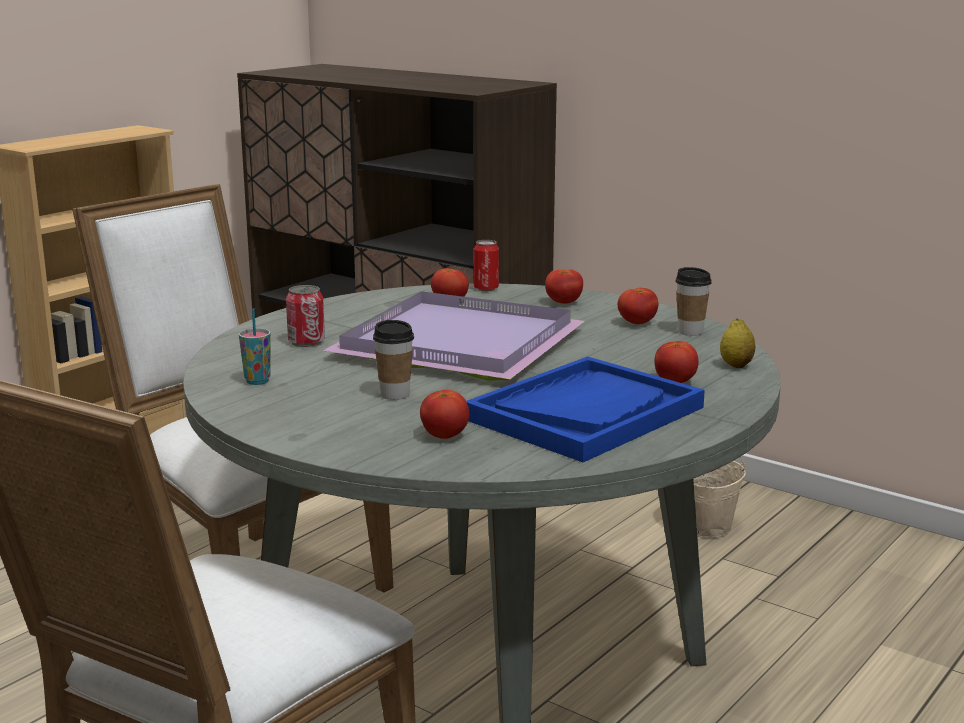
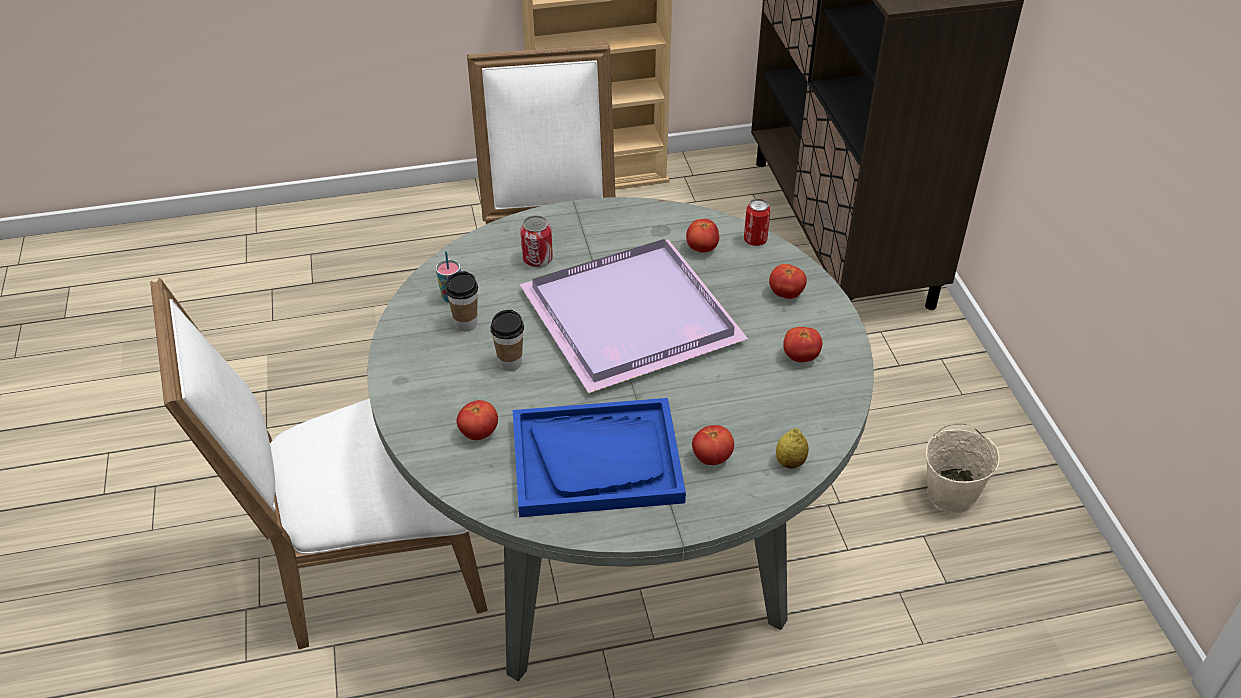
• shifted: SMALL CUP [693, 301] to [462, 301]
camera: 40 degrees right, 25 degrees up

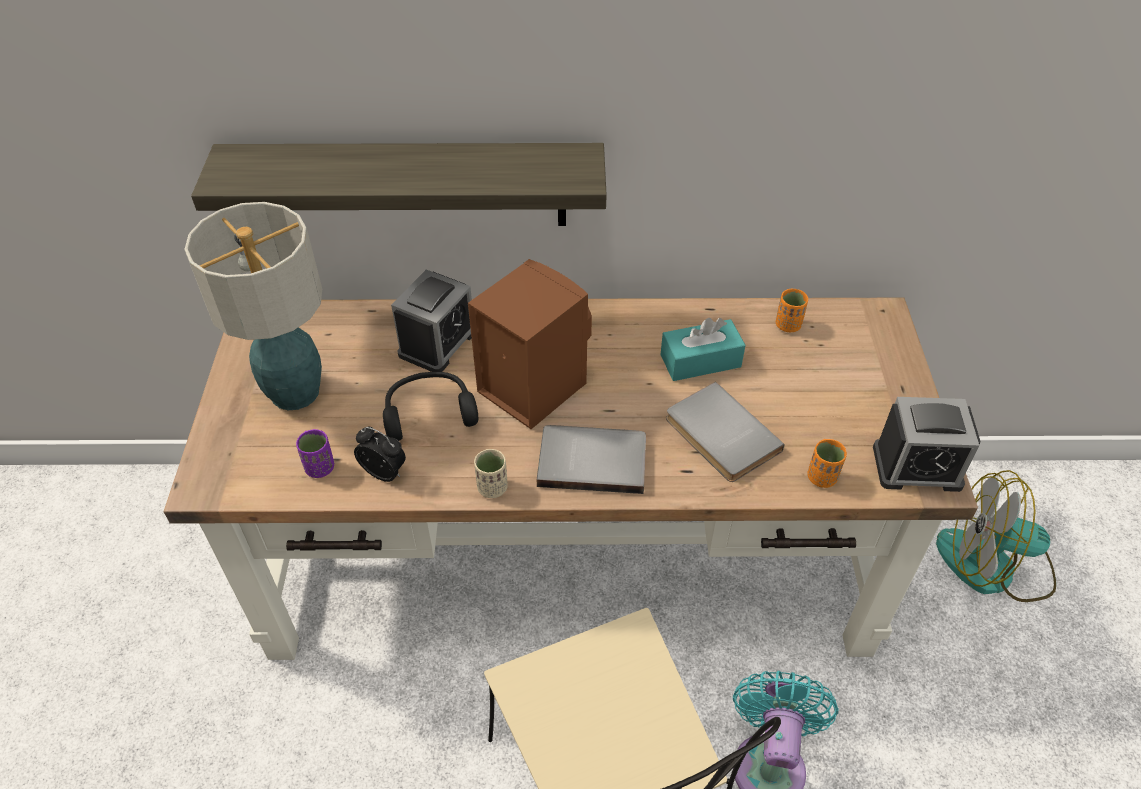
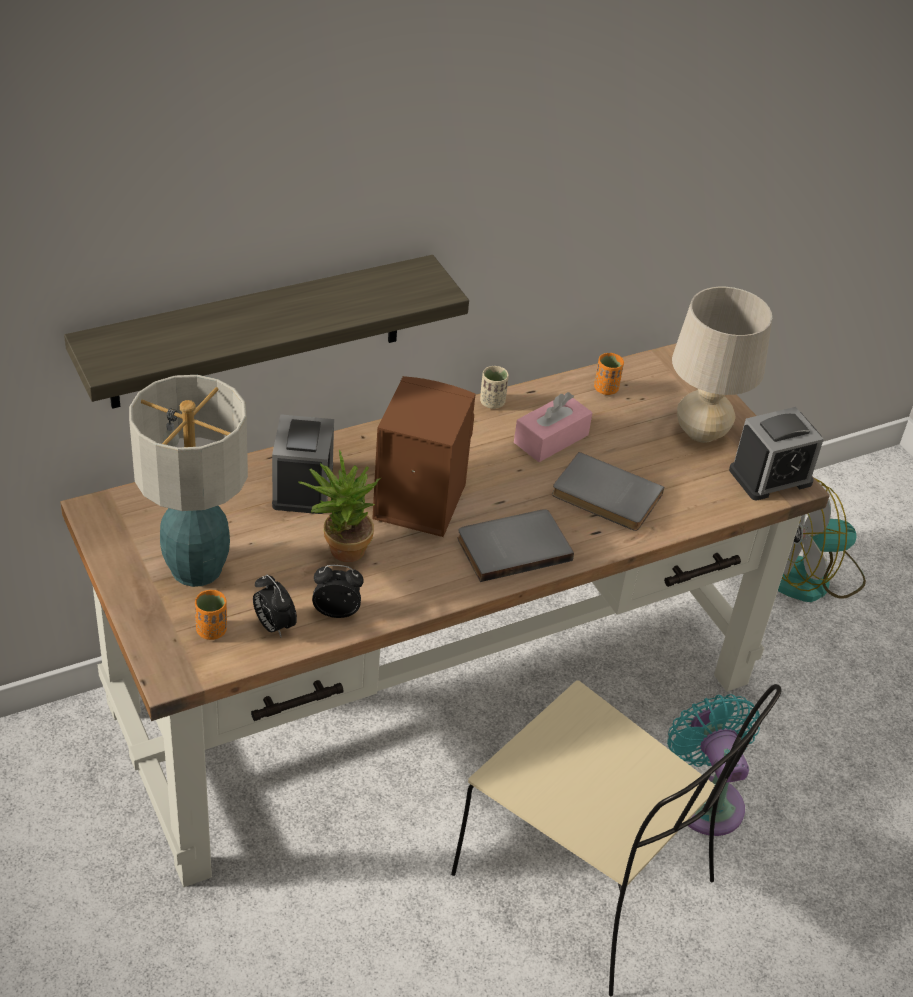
• swapped: PURPLE SMALL CUP [315, 453] to ALARM CLOCK [275, 606]
• swapped: BLACK-COLOURED HEADPHONES [430, 406] to POTTED PLANT [339, 506]
• shifted: SAND-COLOURED SMALL CUP [491, 473] to [494, 387]
• repainted: BLUE-GREEN TISSUE BOX [703, 349] to PINK-COLOURED TISSUE BOX [553, 427]
• shifted: ORANGEY SMALL CUP [827, 463] to [211, 615]
• new: SAND-COLOURED TABLETOP LAMP [722, 365]
camera: 30 degrees left, 5 degrees down

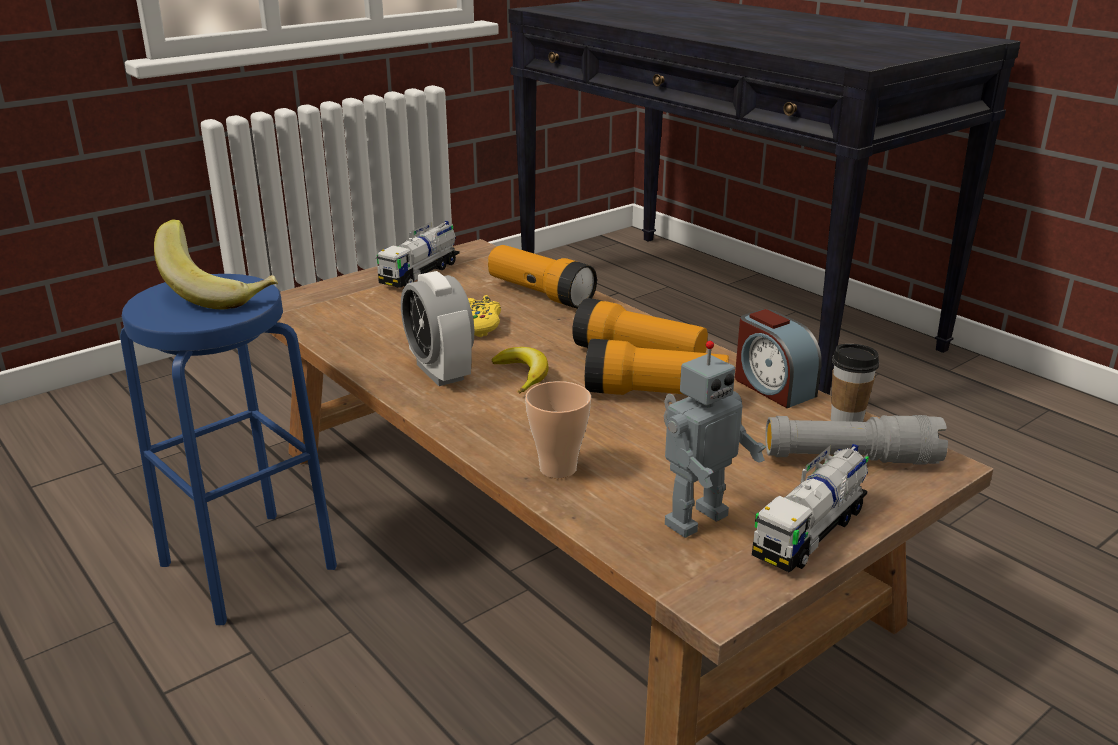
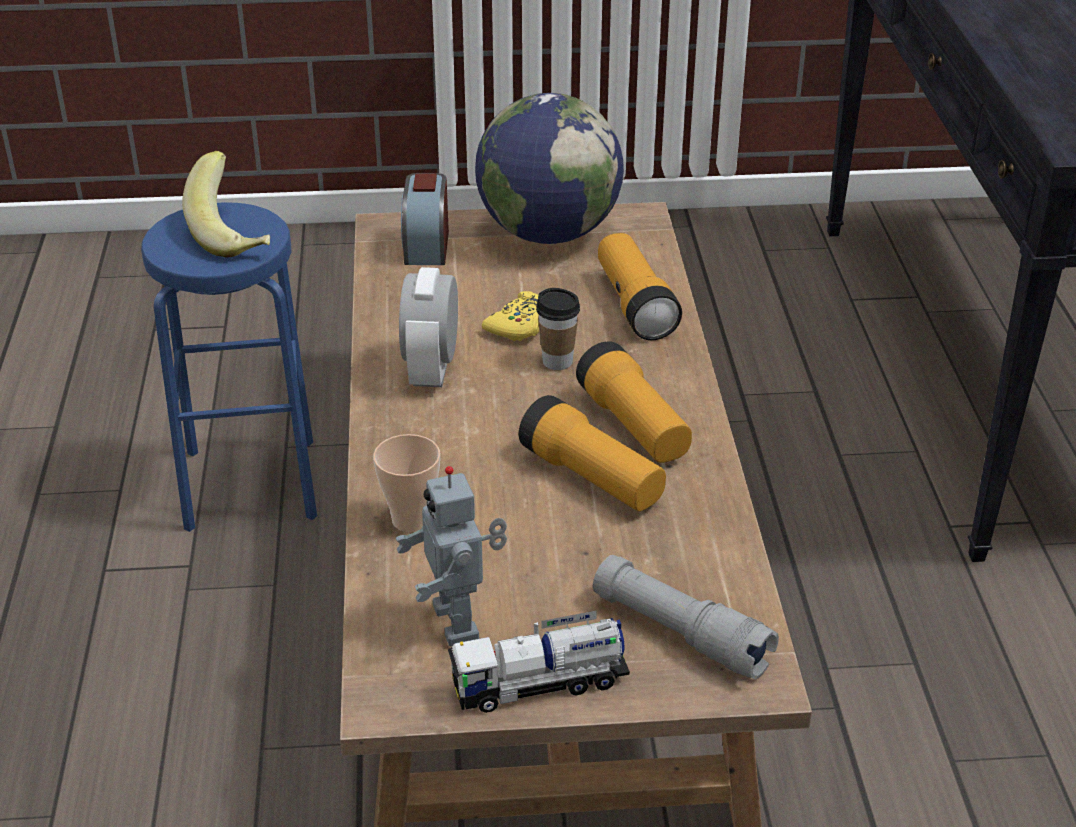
• swapped: TOY TRUCK [417, 254] to GLOBE [549, 168]
• gone: BANANA [520, 370]
• rotated: ROBOT FIGURE [715, 439] = [451, 556] 75 degrees clockwise
• shifted: ALARM CLOCK [778, 358] to [425, 219]
• shifted: SMALL CUP [855, 383] to [558, 329]
camera: 35 degrees right, 10 degrees up

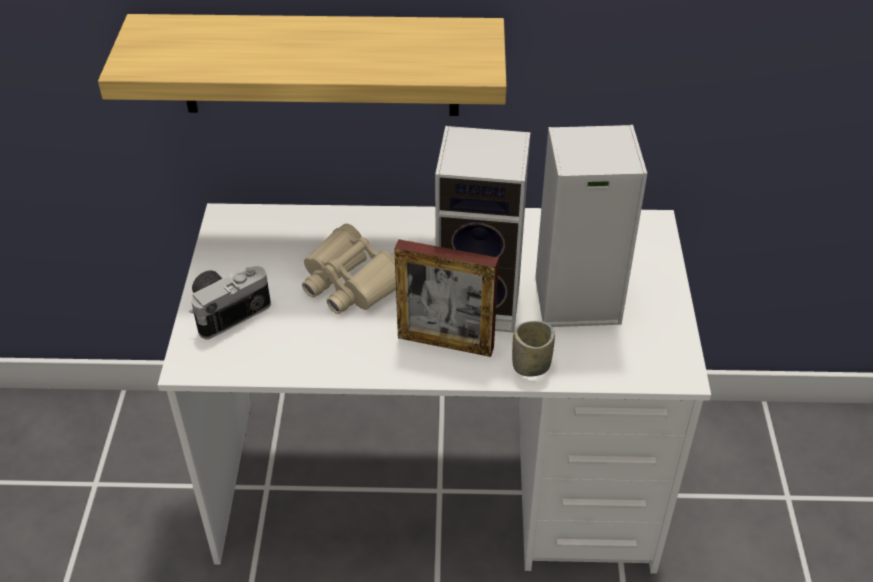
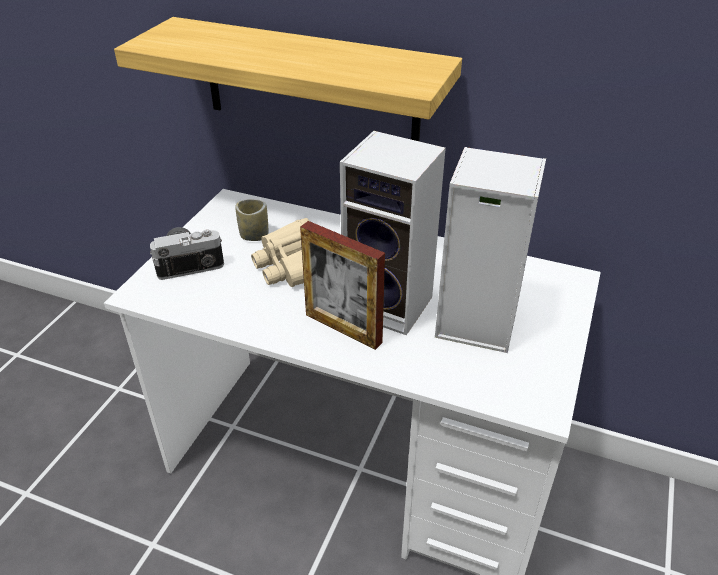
• shifted: SMALL CUP [533, 348] to [251, 220]
camera: 20 degrees right, 5 degrees down

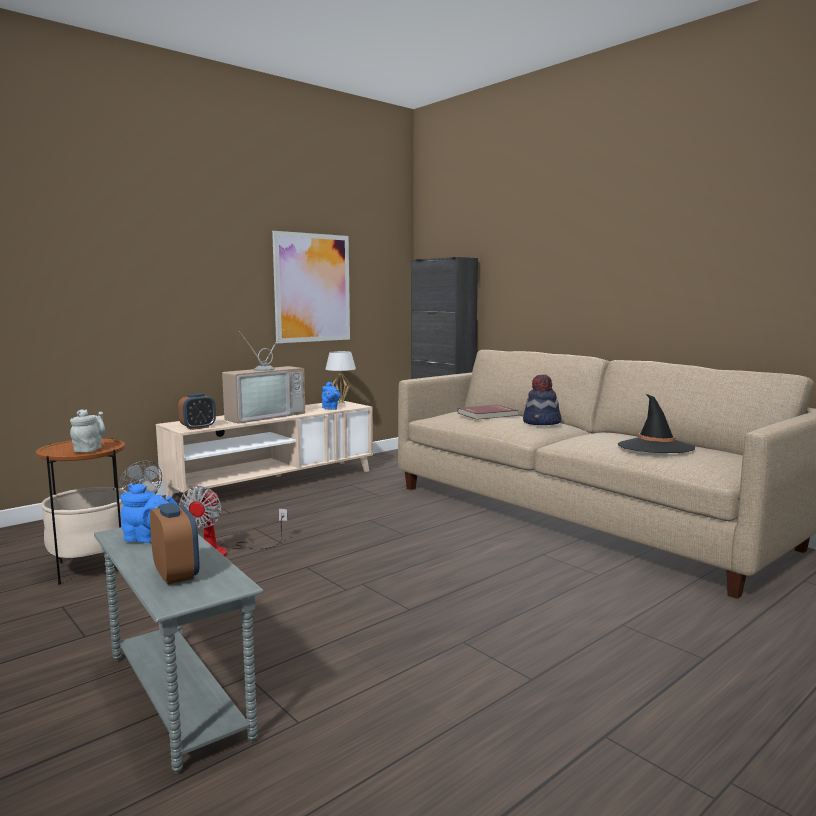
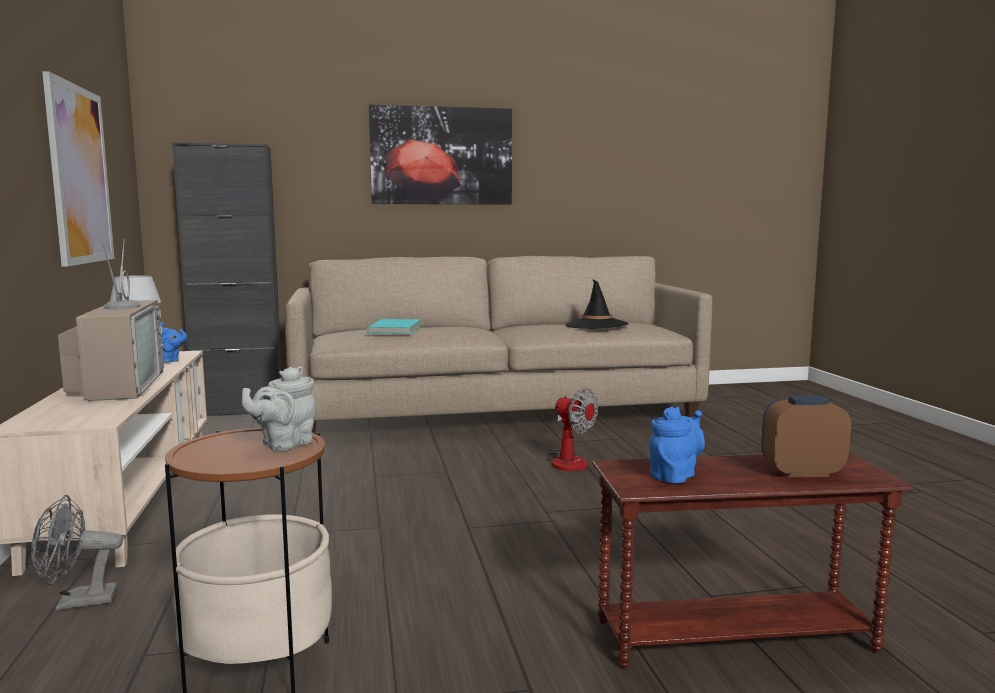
• rotated: GRAY TEA POT [87, 431] = [279, 408] 90 degrees counterclockwise
• repainted: GRAY SIDE TABLE [179, 650] to BROWNISH SIDE TABLE [753, 560]
• gone: ALARM CLOCK [197, 411]
• shifted: FAN [233, 521] to [572, 429]
• repainted: RED-COLOURED BOOK [487, 412] to BLUE-GREEN BOOK [394, 326]
• gone: CLOTHING HAT [542, 399]
• new: WALL PICTURE [440, 154]
camera: 60 degrees left, 0 degrees up

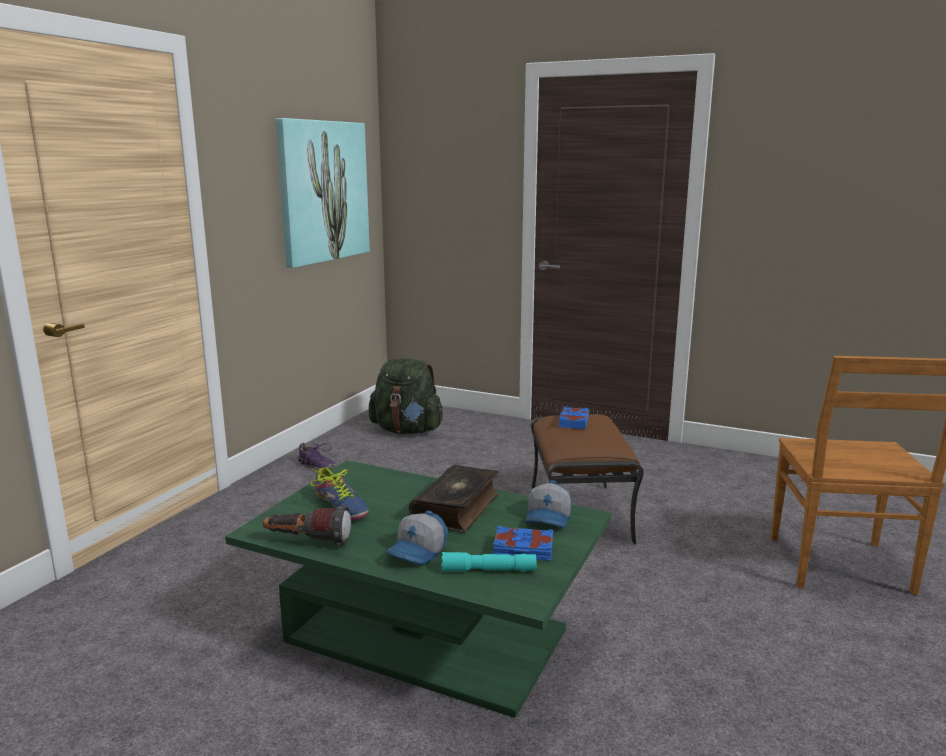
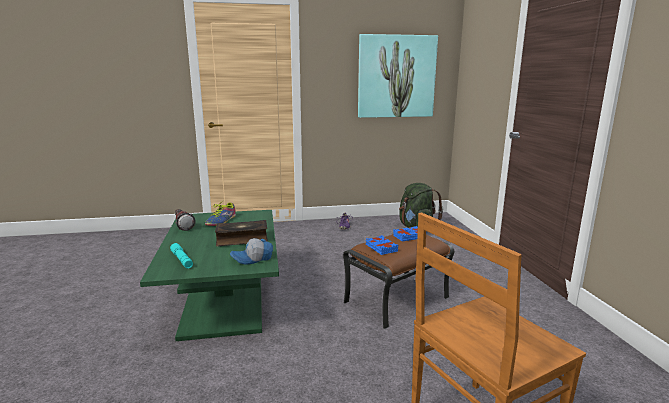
• gone: PEAKED CAP [417, 538]
• shifted: BLUISH BOOK [523, 543] to [382, 245]
camera: 55 degrees right, 0 degrees up

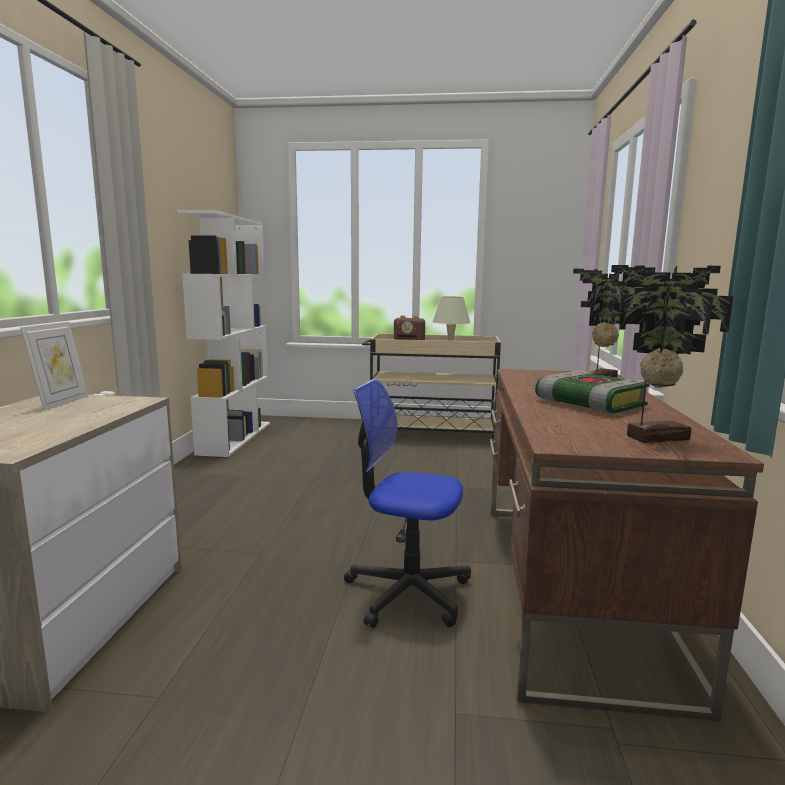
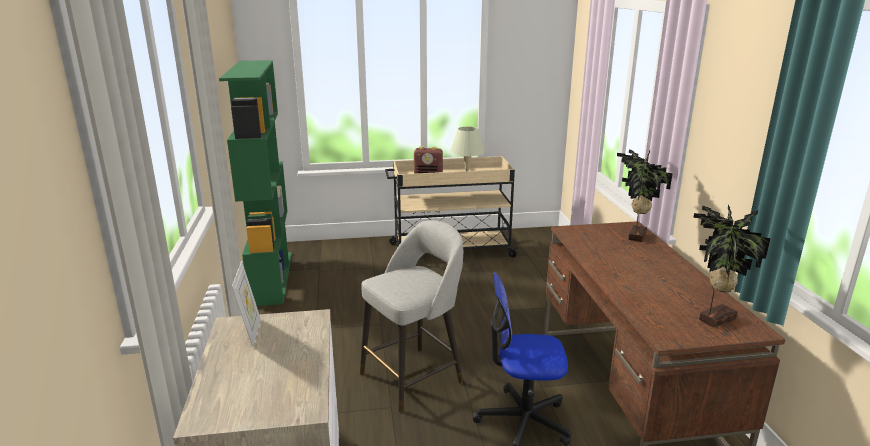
• repainted: WHITE-COLOURED BOOKCASE [224, 333] to GREEN BOOKCASE [255, 183]
• gone: BOOK [592, 392]
• new: GRAY STOOL SEAT [411, 316]
camera: 15 degrees left, 10 degrees up

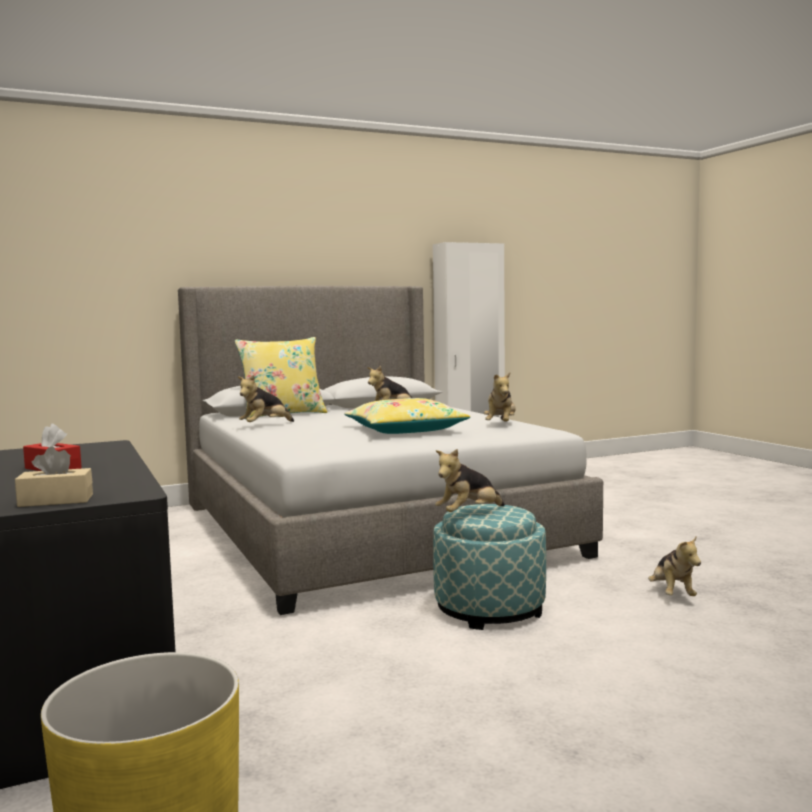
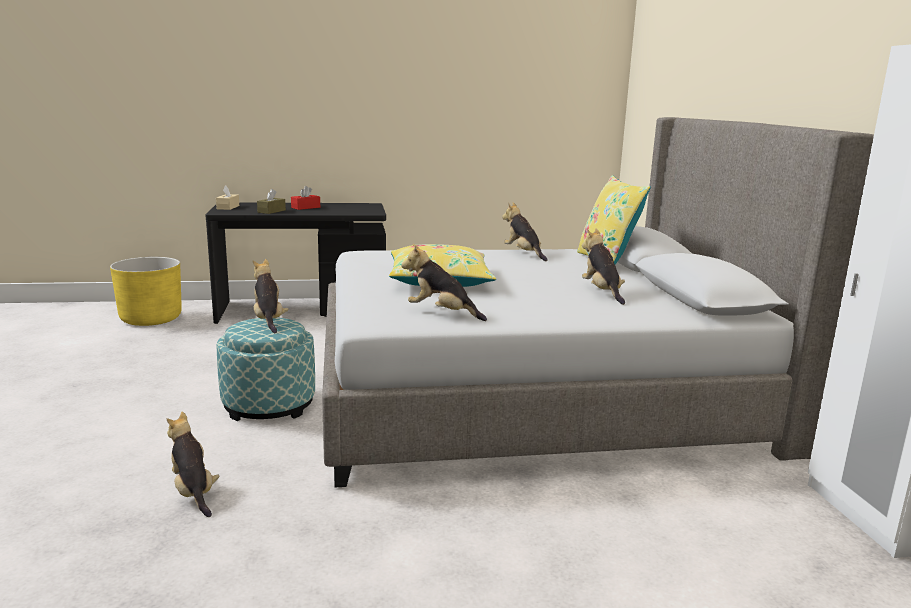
• rotated: SOFT TOY [674, 565] = [193, 464] 45 degrees clockwise
• new: BROWNISH TISSUE BOX [271, 201]
camera: 105 degrees right, 10 degrees up

